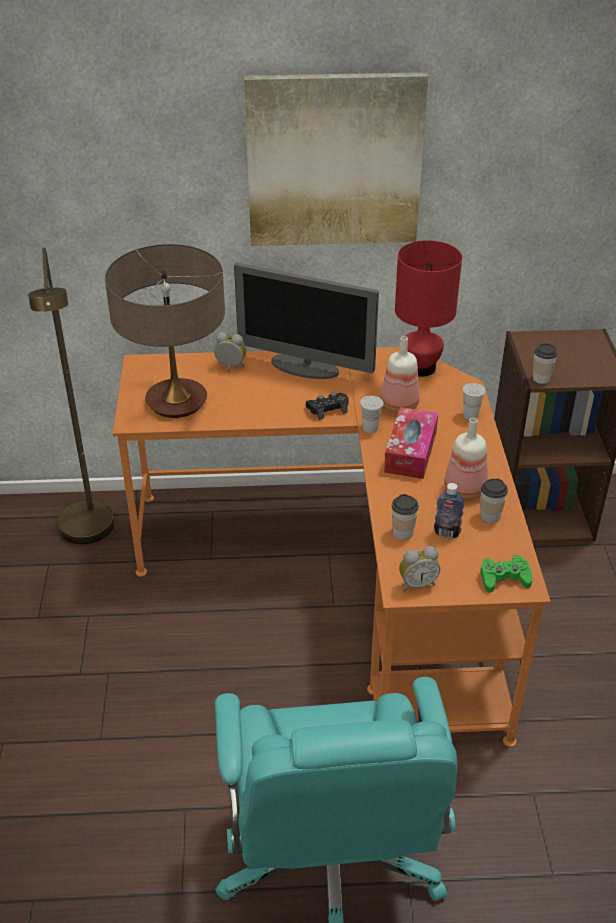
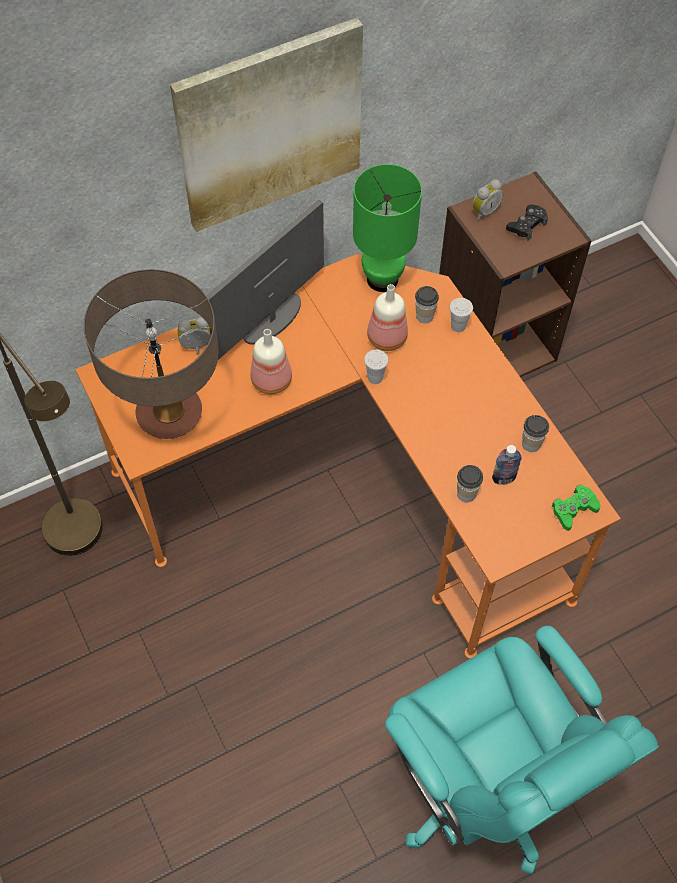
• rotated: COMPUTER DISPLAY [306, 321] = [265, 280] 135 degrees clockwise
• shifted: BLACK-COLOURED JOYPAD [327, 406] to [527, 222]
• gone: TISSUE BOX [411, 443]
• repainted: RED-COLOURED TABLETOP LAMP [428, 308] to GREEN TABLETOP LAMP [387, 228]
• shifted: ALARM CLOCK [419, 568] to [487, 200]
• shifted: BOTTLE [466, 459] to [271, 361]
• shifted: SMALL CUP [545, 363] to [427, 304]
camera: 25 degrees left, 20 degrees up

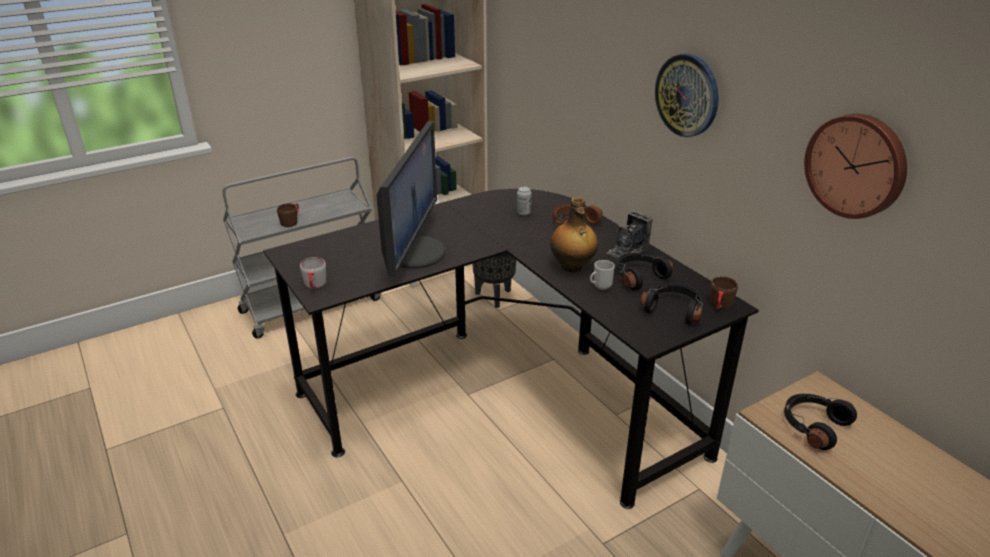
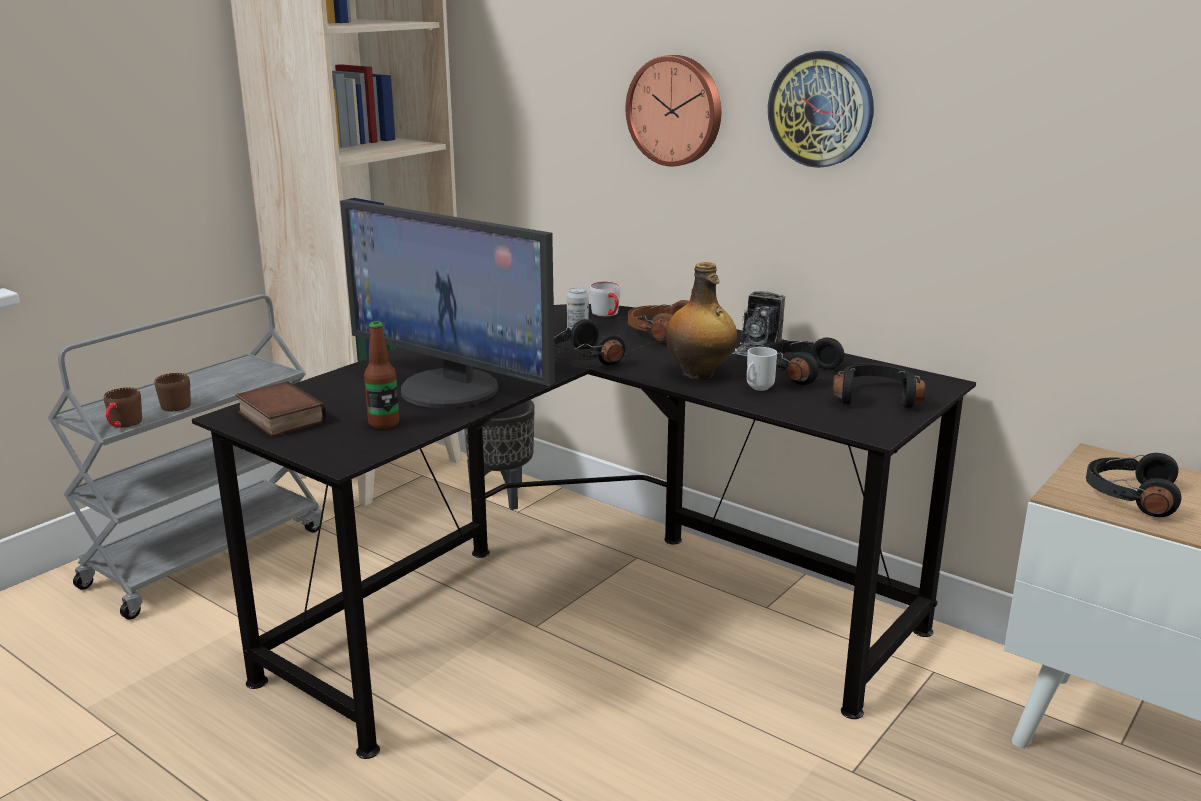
• shifted: GRAY COFFEE MUG [313, 273] to [604, 299]
• rotated: COMPUTER DISPLAY [411, 199] = [447, 303] 135 degrees clockwise
• shifted: BROWNISH COFFEE MUG [724, 292] to [123, 407]
• shifted: WALL CLOCK [855, 166] to [673, 110]
• new: BOOK [281, 409]
• new: BOTTLE [381, 375]
• new: BLACK-COLOURED HEADPHONES [589, 342]
camera: 20 degrees left, 10 degrees down

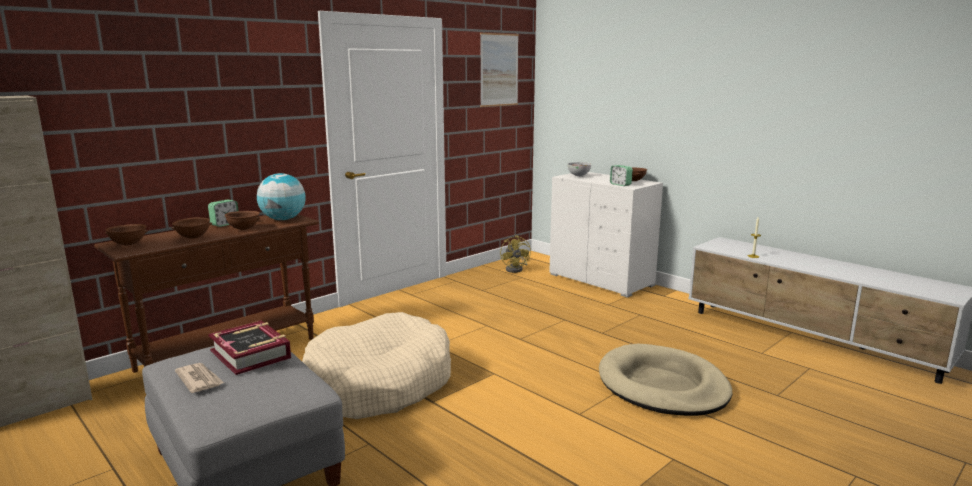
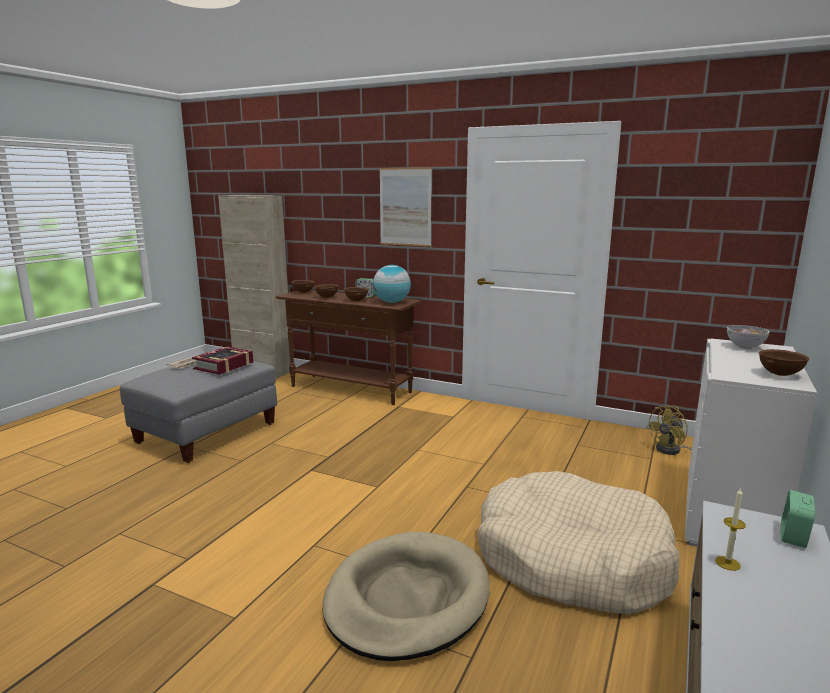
• shifted: SAND-COLOURED DOG CUSHION [376, 365] to [578, 543]
• shifted: WALL PICTURE [499, 70] to [405, 207]
• shifted: ALARM CLOCK [621, 175] to [798, 519]
camera: 70 degrees right, 0 degrees up

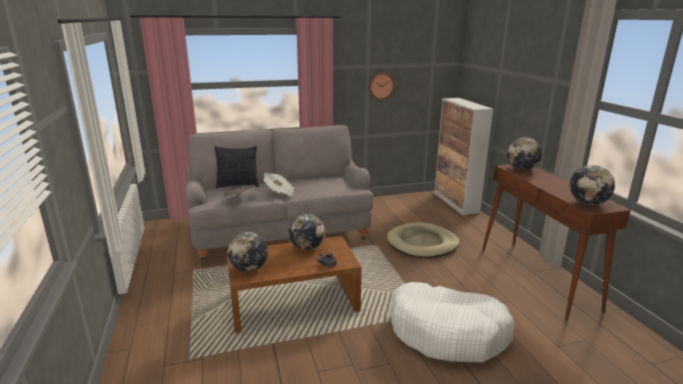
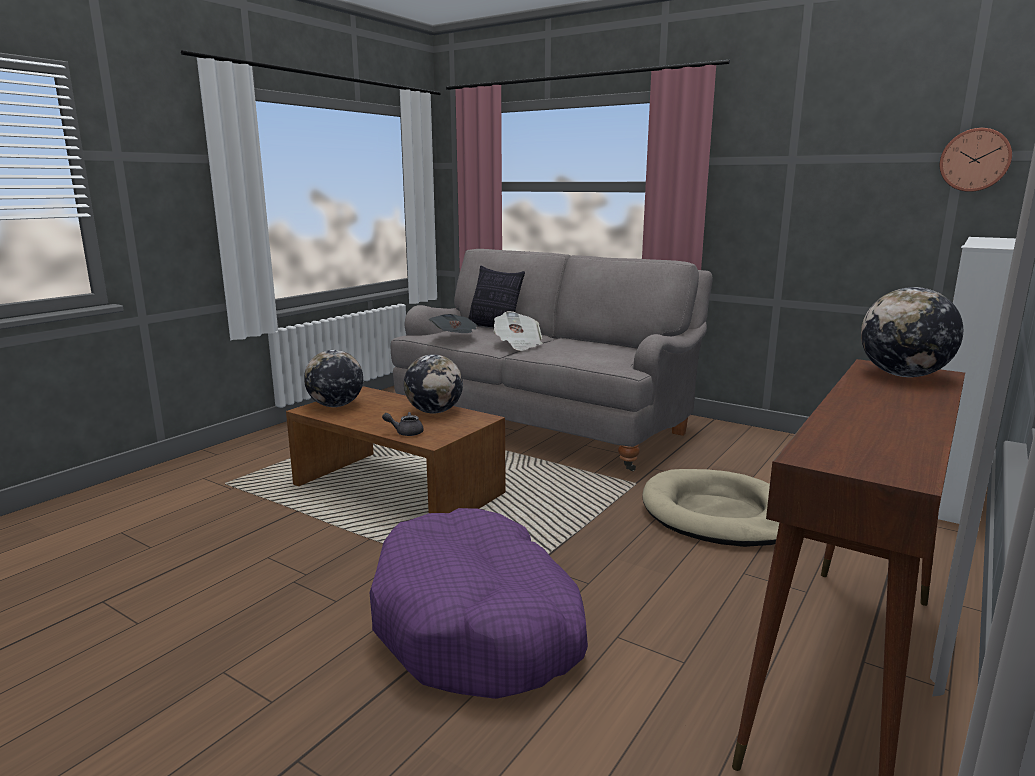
• shifted: WALL CLOCK [381, 86] to [976, 160]
• repainted: WHITE-COLOURED DOG CUSHION [452, 322] to PURPLE DOG CUSHION [478, 603]
• gone: GLOBE [592, 185]
camera: 50 degrees right, 5 degrees down

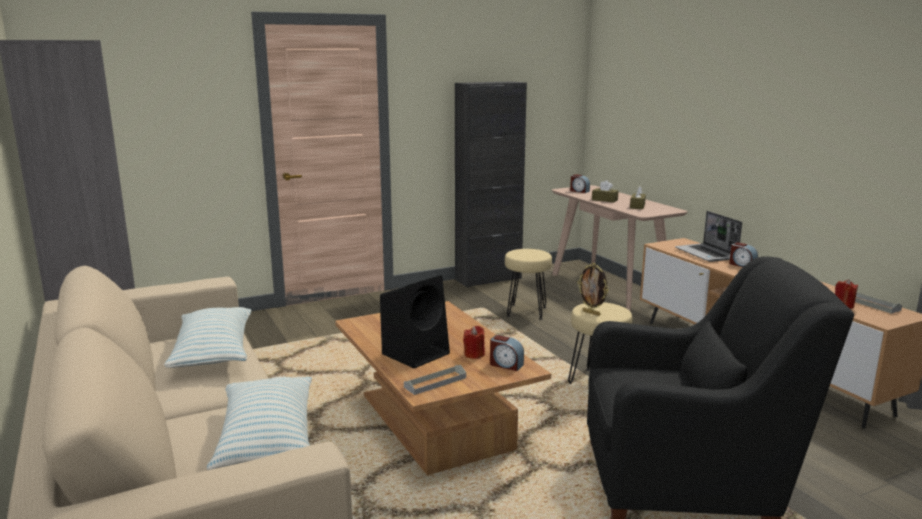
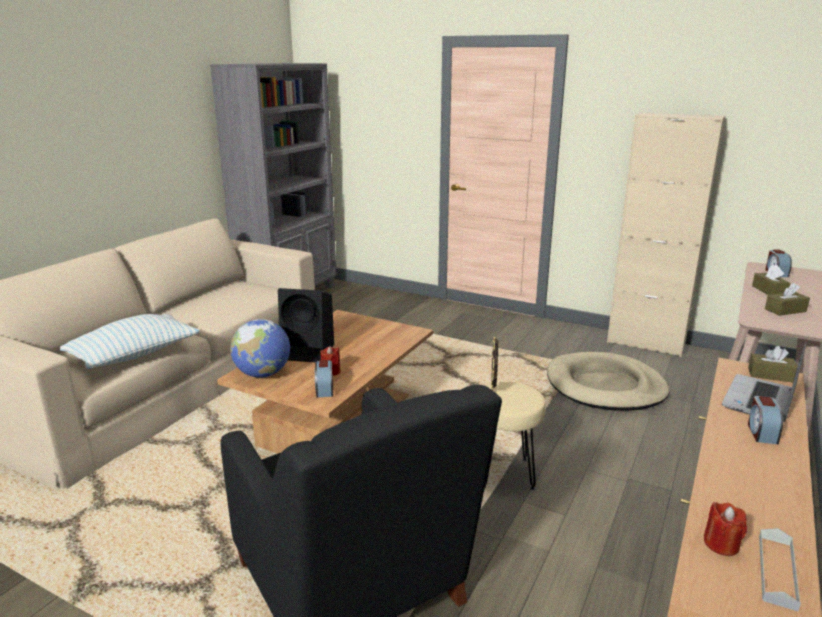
• gone: THROW PILLOW [207, 337]
• swapped: GRAY SERVING TRAY [435, 380] to GLOBE [260, 348]
• repainted: BLACK-COLOURED STORAGE CABINET [491, 184] to SAND-COLOURED STORAGE CABINET [666, 235]
• swapped: SAND-COLOURED STOOL SEAT [528, 284] to SAND-COLOURED DOG CUSHION [608, 381]
• new: BROWNISH TISSUE BOX [772, 364]
camera: 55 degrees right, 5 degrees up

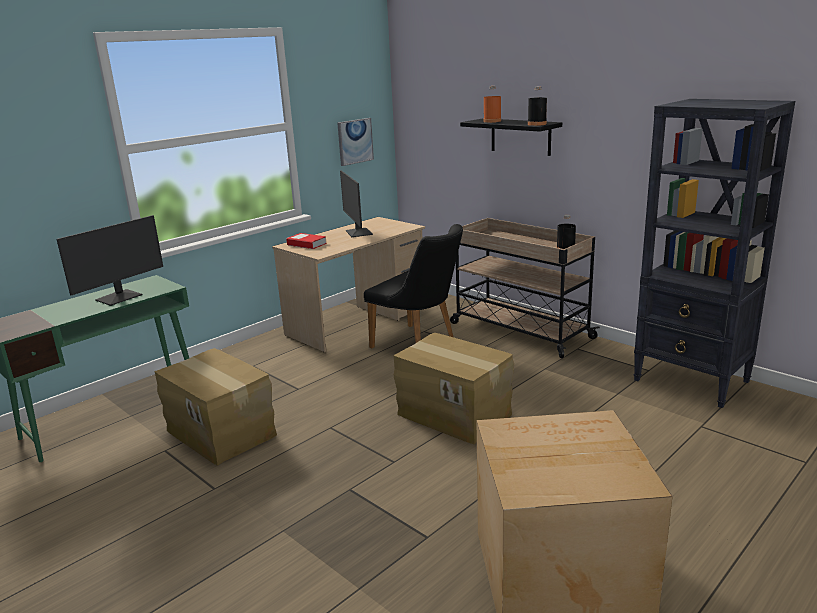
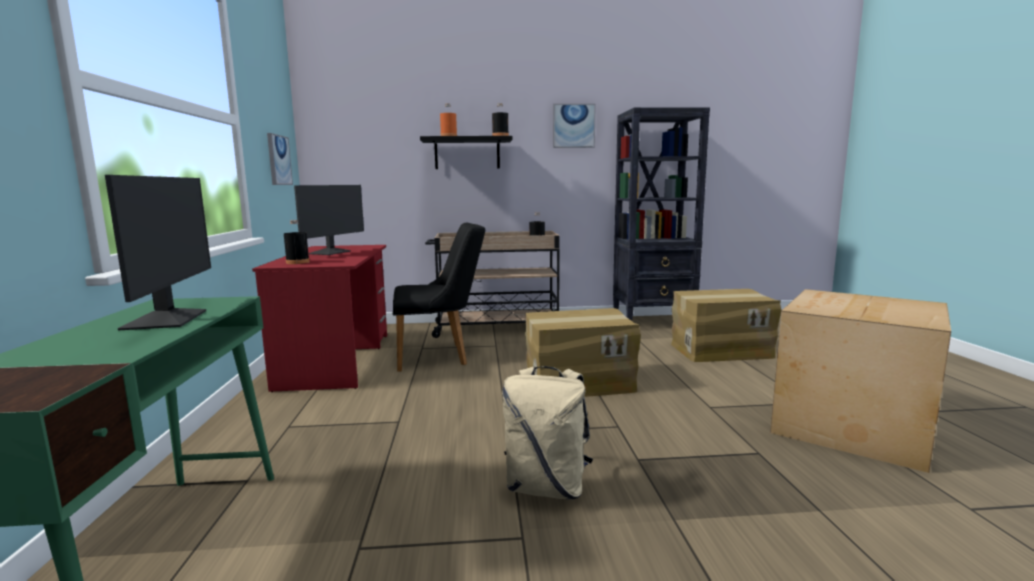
• shifted: PACKING BOX [215, 407] to [726, 325]
• repainted: SAND-COLOURED DESK UNIT [348, 284] to RED-COLOURED DESK UNIT [319, 318]
• swapped: BOOK [306, 241] to BLACK-COLOURED BOTTLE [297, 242]
• rotated: COMPUTER DISPLAY [356, 203] = [329, 220] 90 degrees counterclockwise
• new: SAND-COLOURED KNAPSACK [547, 432]
• new: WALL PICTURE [574, 126]
camera: 50 degrees left, 10 degrees down

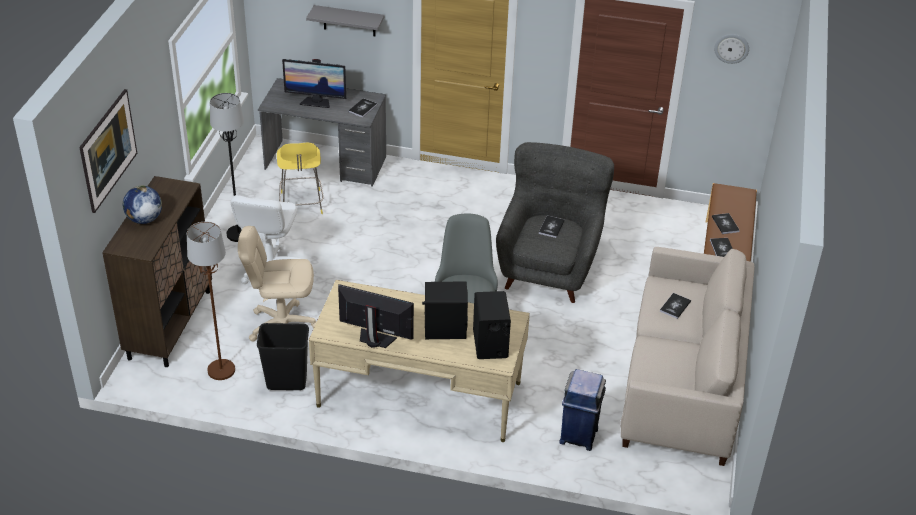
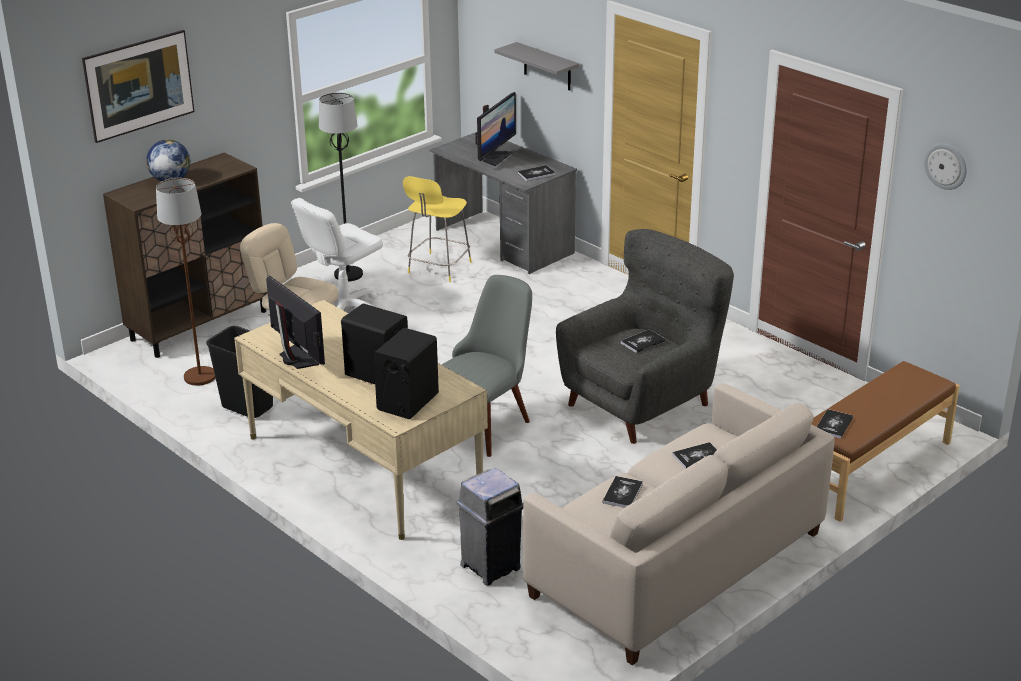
• rotated: COMPUTER DISPLAY [314, 83] = [495, 129] 105 degrees counterclockwise
• repainted: BLUISH RUBBISH BIN [582, 410] to GRAY RUBBISH BIN [490, 527]
• shifted: BOOK [726, 223] to [622, 492]
camera: 35 degrees right, 10 degrees down

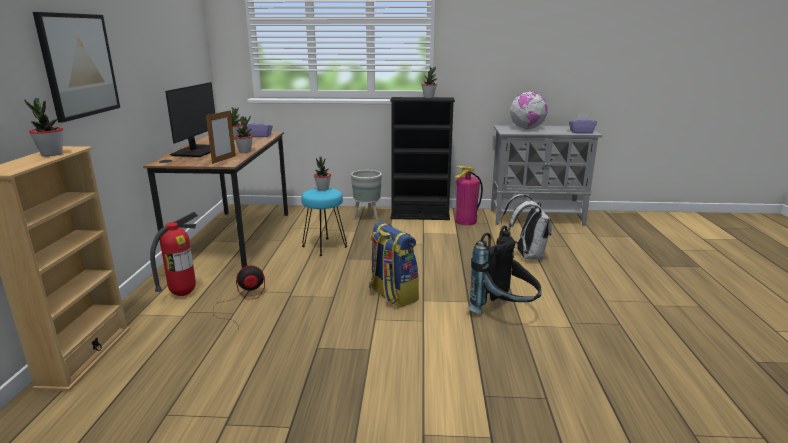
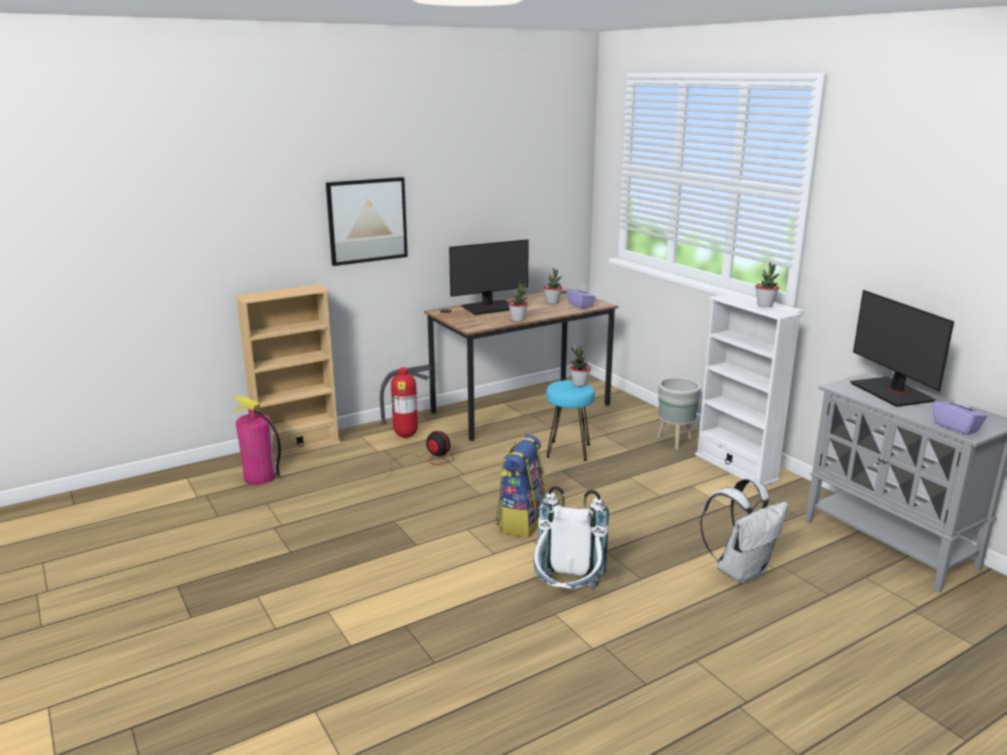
• gone: POTTED PLANT [43, 127]
• gone: PICTURE FRAME [221, 136]
• repainted: BLACK-COLOURED BOOKCASE [422, 158] to WHITE-COLOURED BOOKCASE [748, 389]
• shifted: FIRE-FIGHTING CYLINDER [469, 195] to [256, 440]
• repainted: BLACK-COLOURED KNAPSACK [504, 269] to WHITE-COLOURED KNAPSACK [571, 537]
• swapped: GLOBE [529, 110] to COMPUTER DISPLAY [902, 348]
camera: 55 degrees right, 0 degrees up

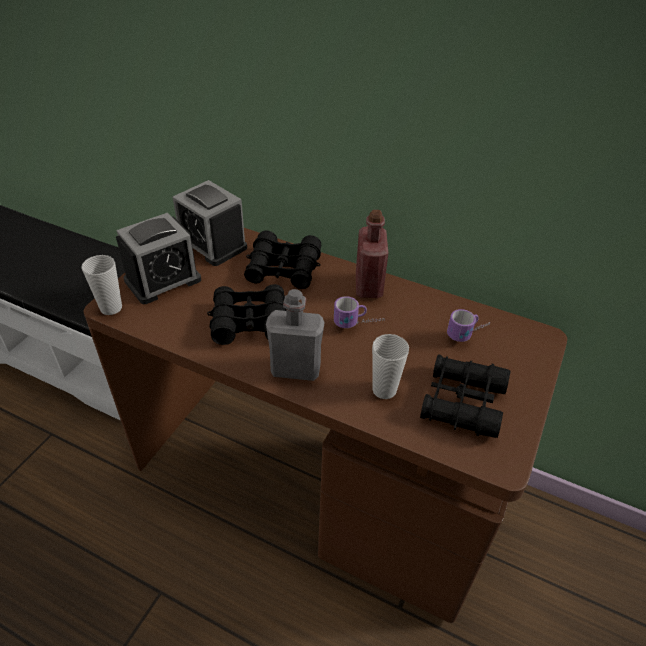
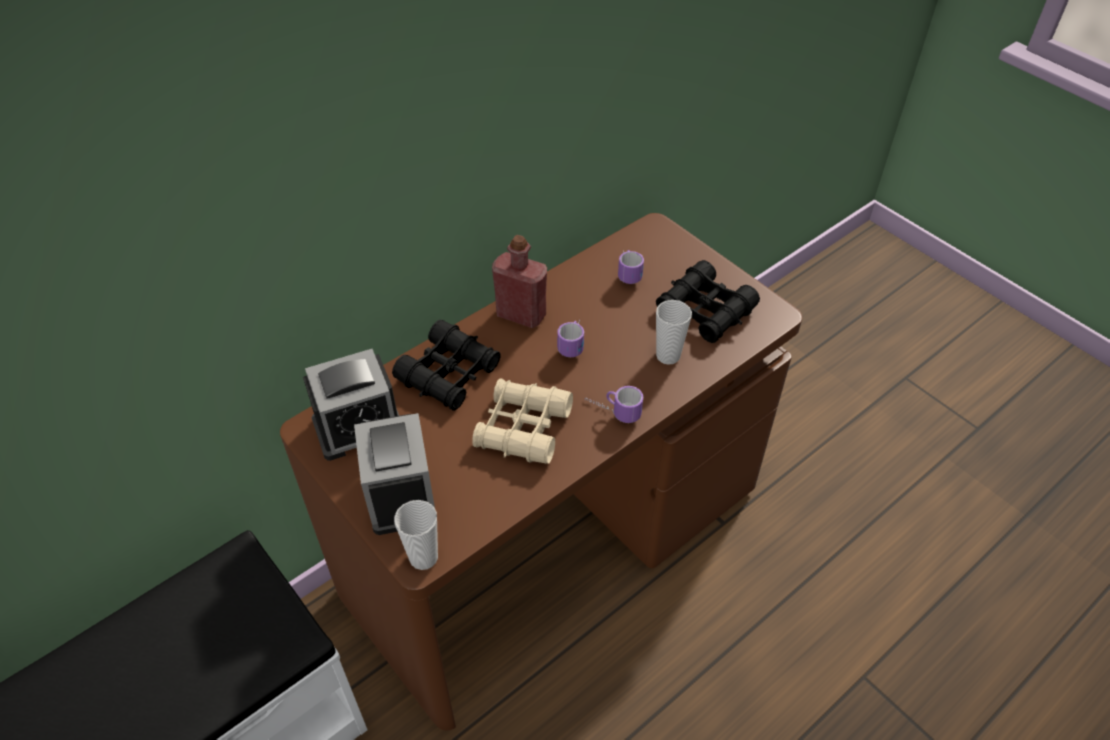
• repainted: BLACK-COLOURED FIELD GLASSES [246, 314] to SAND-COLOURED FIELD GLASSES [522, 421]
• swapped: GRAY BOTTLE [295, 335] to COFFEE MUG [614, 404]
camera: 65 degrees left, 5 degrees up

